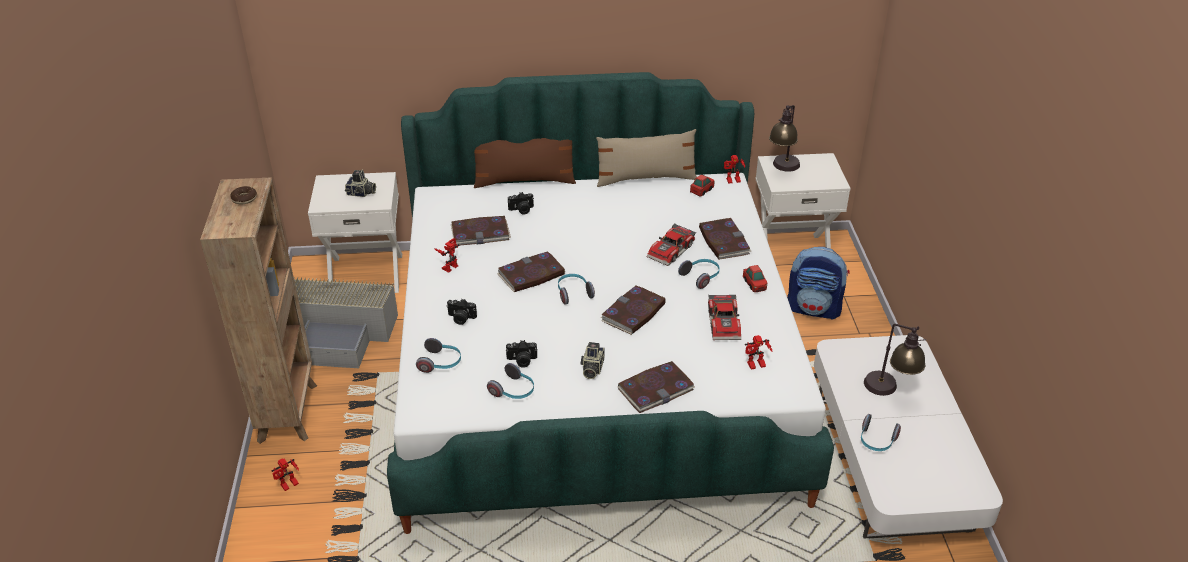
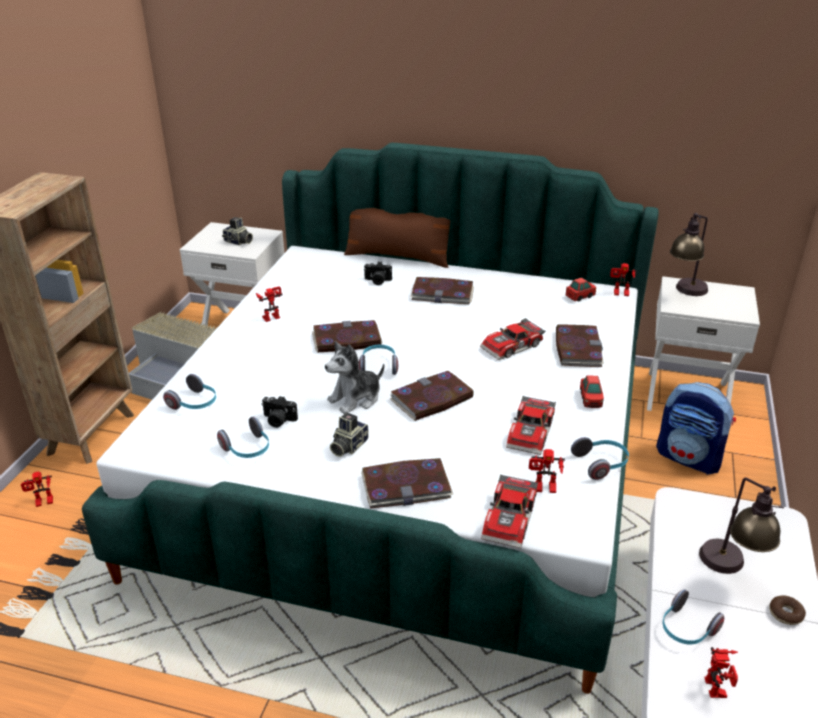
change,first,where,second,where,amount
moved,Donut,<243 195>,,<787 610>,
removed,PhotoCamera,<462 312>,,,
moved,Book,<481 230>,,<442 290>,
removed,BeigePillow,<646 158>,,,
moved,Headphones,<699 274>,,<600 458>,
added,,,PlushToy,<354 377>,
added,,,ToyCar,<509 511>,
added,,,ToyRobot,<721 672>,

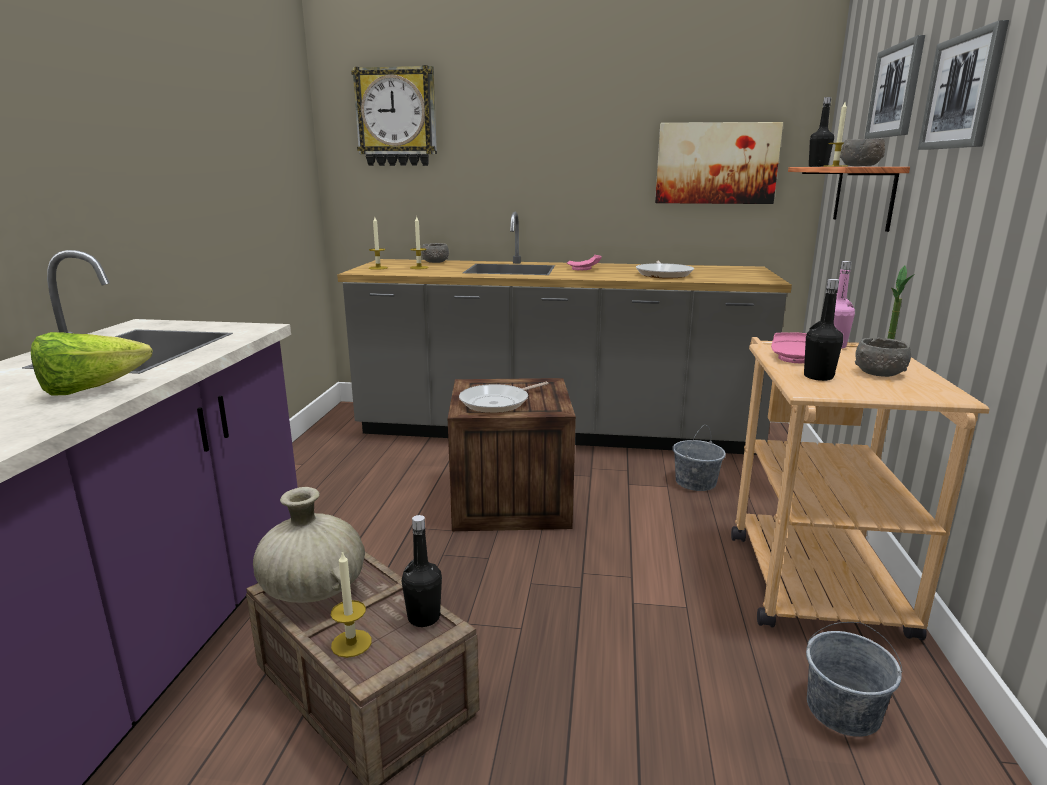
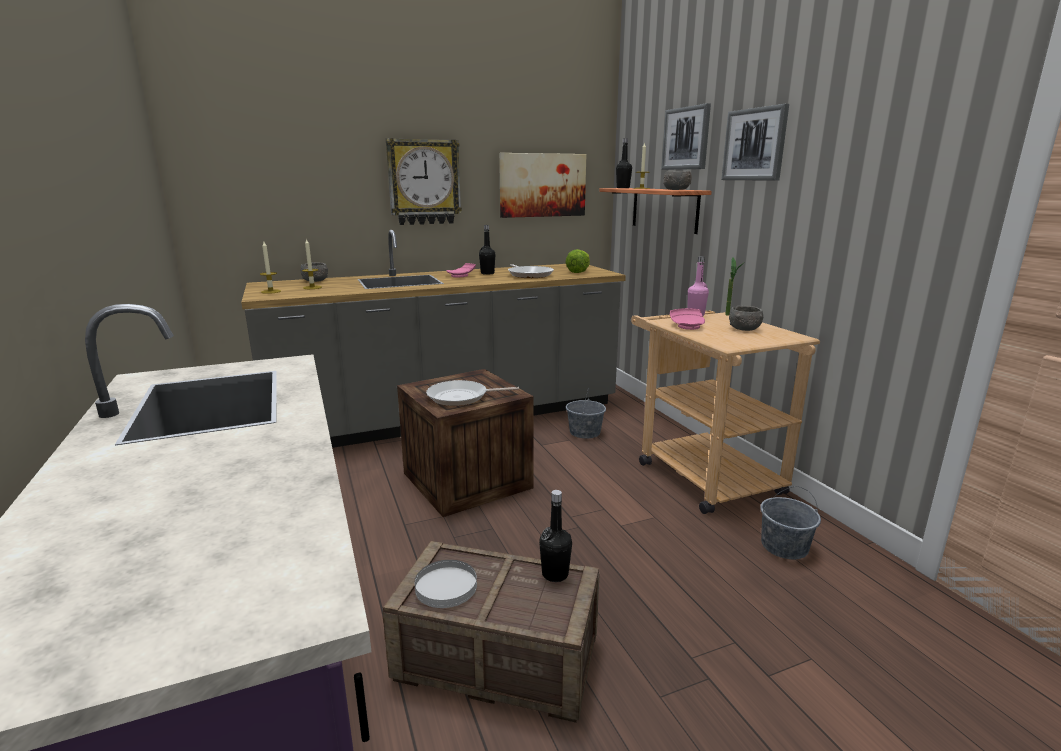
change,first,where,second,where,amount
moved,Lettuce,<92 364>,,<577 261>,
replaced,BeigeVase,<309 545>,WhitePlate,<446 584>,
removed,Candle,<351 604>,,,
moved,WallClock,<394 115>,,<424 181>,
turned,FryingPan,<503 397>,,<472 393>,60 degrees clockwise
moved,BlackBottle,<823 330>,,<487 250>,

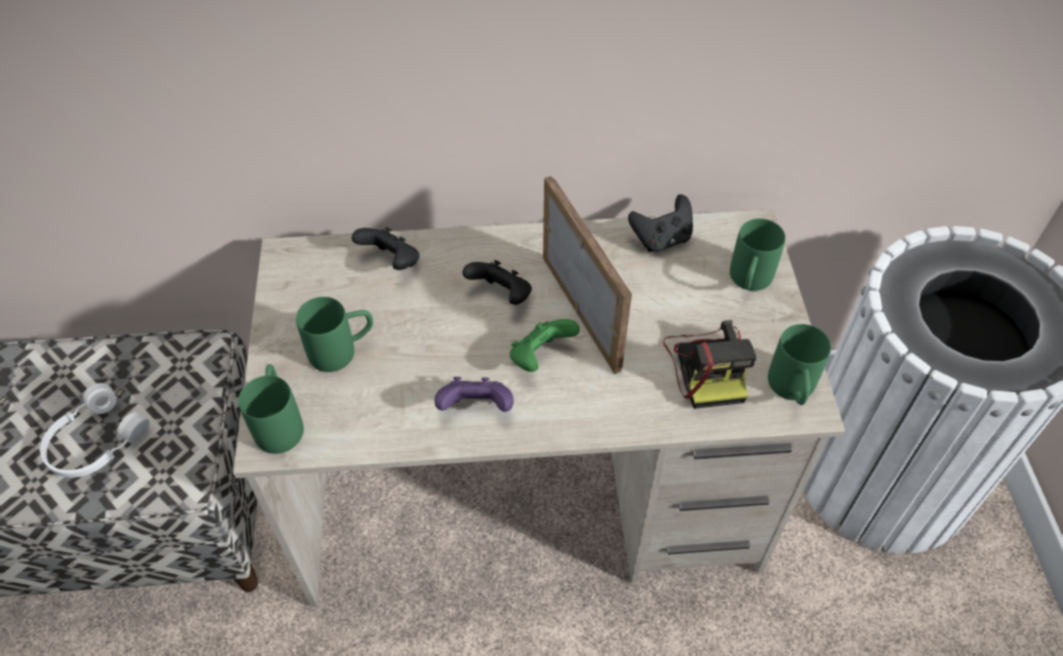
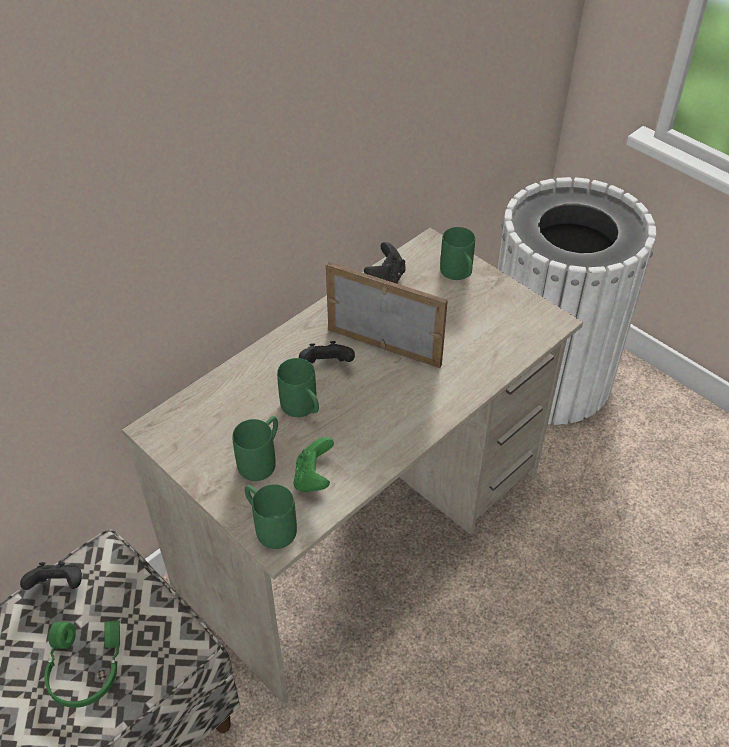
change,first,where,second,where,amount
recoloured,WhiteHeadphones,<95 430>,GreenHeadphones,<82 664>,
moved,BlackGameController,<386 248>,,<51 576>,
removed,PurpleGameController,<474 394>,,,
moved,GreenGameController,<545 345>,,<313 465>,
removed,PhotoCamera,<710 364>,,,
moved,GreenMug,<799 364>,,<298 387>,

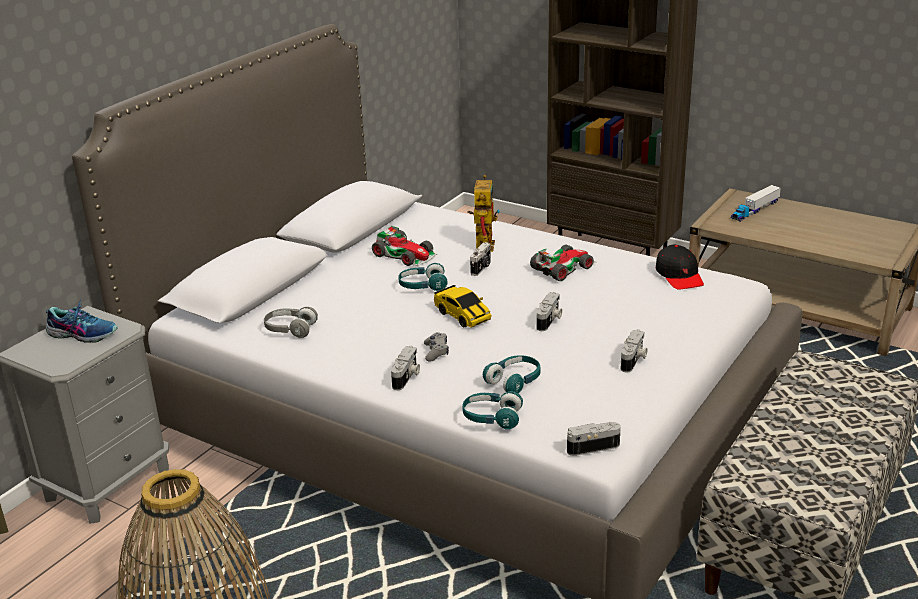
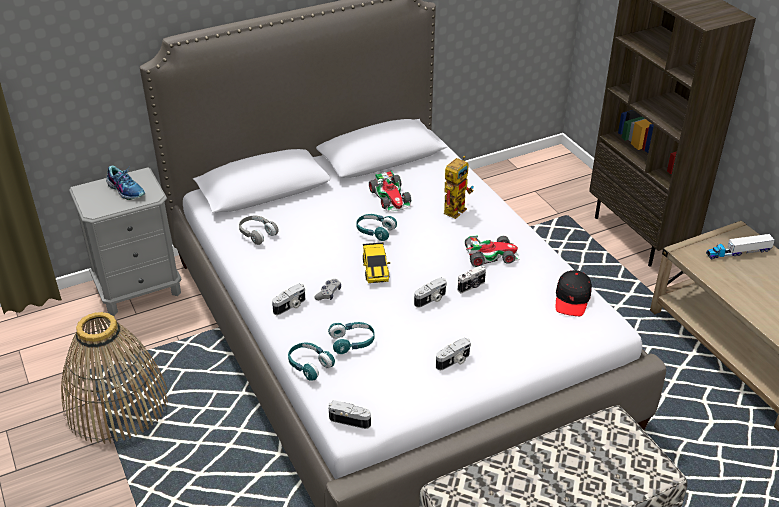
change,first,where,second,where,amount
moved,PhotoCamera,<480 259>,,<472 279>,

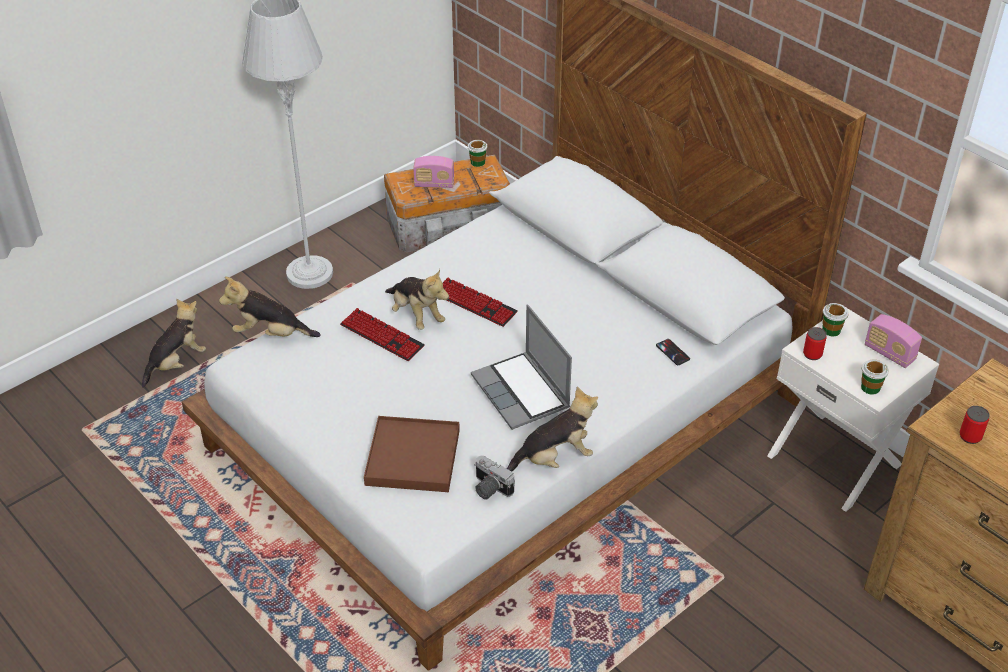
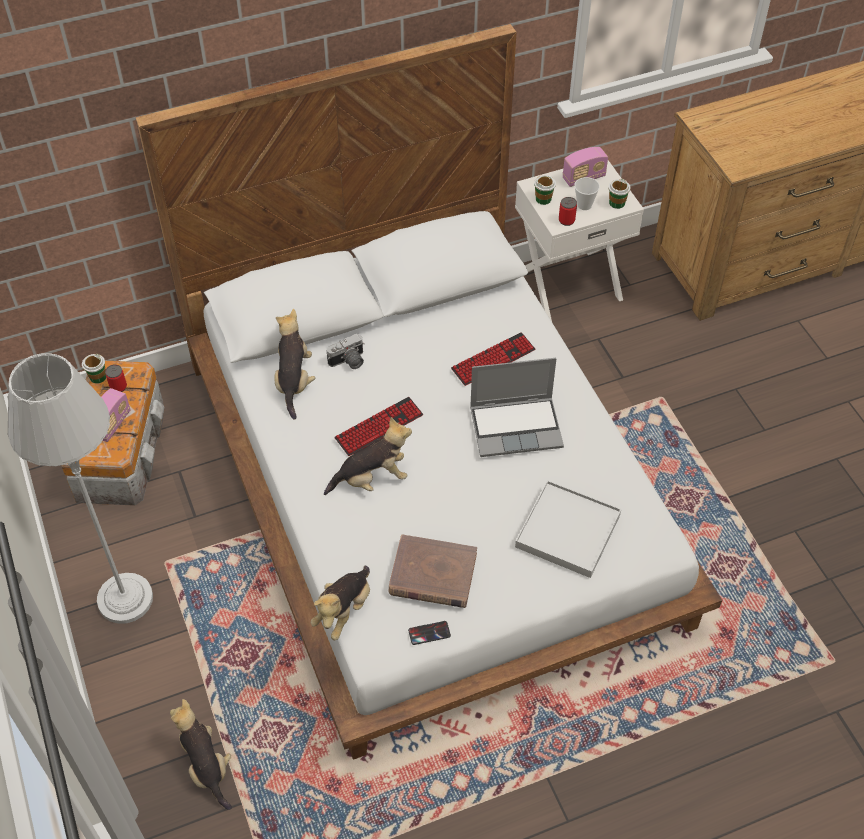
change,first,where,second,where,amount
moved,Keyboard,<382 334>,,<493 359>,
recoloured,BrownTray,<412 454>,WhiteTray,<568 529>,
moved,PhotoCamera,<494 478>,,<346 351>,
moved,PlushToy,<552 429>,,<294 364>,
moved,Phone,<673 352>,,<429 633>,
moved,Can,<975 425>,,<116 378>,
added,,,BrownBook,<433 571>,
added,,,Cup,<587 193>,

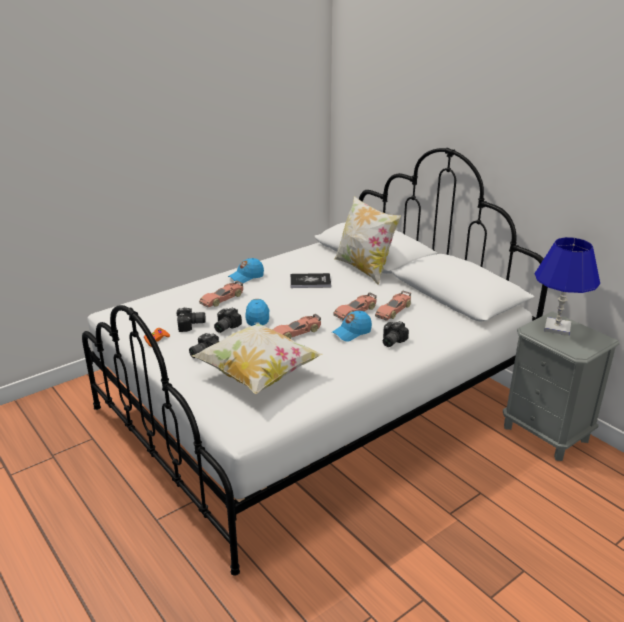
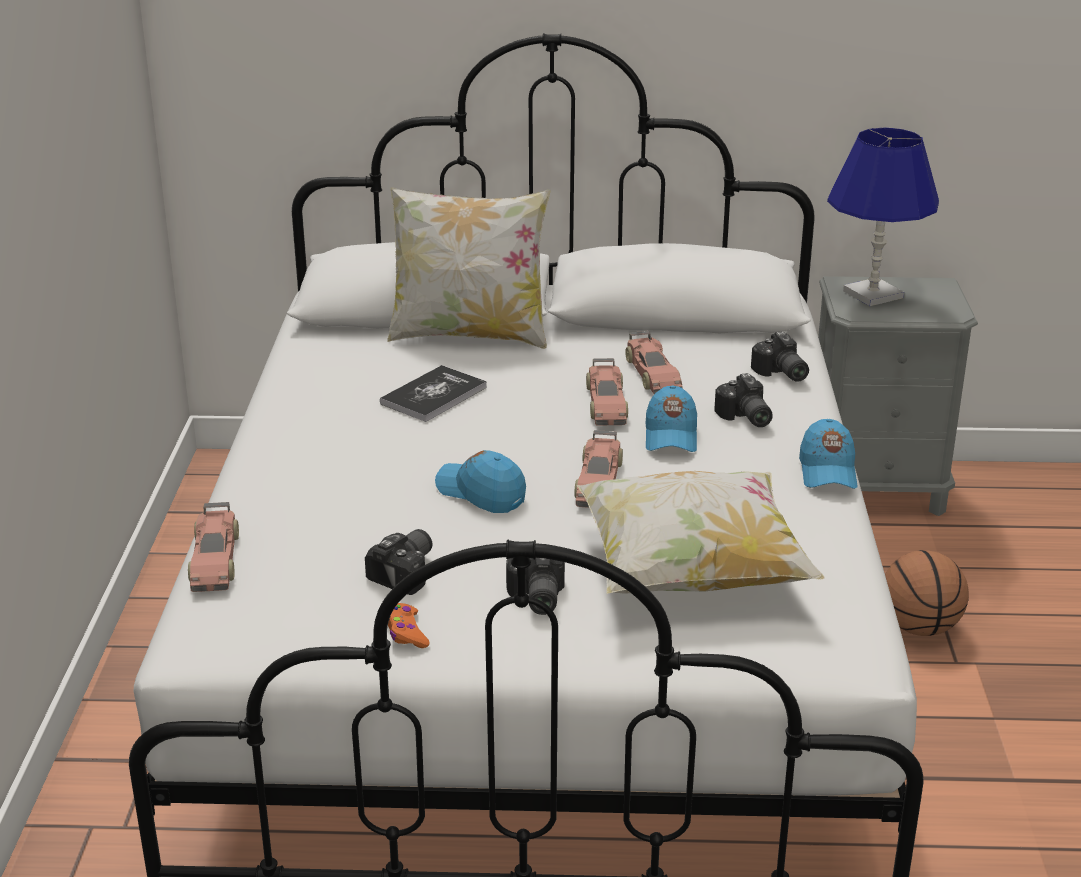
change,first,where,second,where,amount
moved,ToyCar,<221 294>,,<213 547>,
moved,PhotoCamera,<228 320>,,<780 356>,
moved,BlueCap,<246 270>,,<828 454>,
added,,,Basketball,<927 593>,

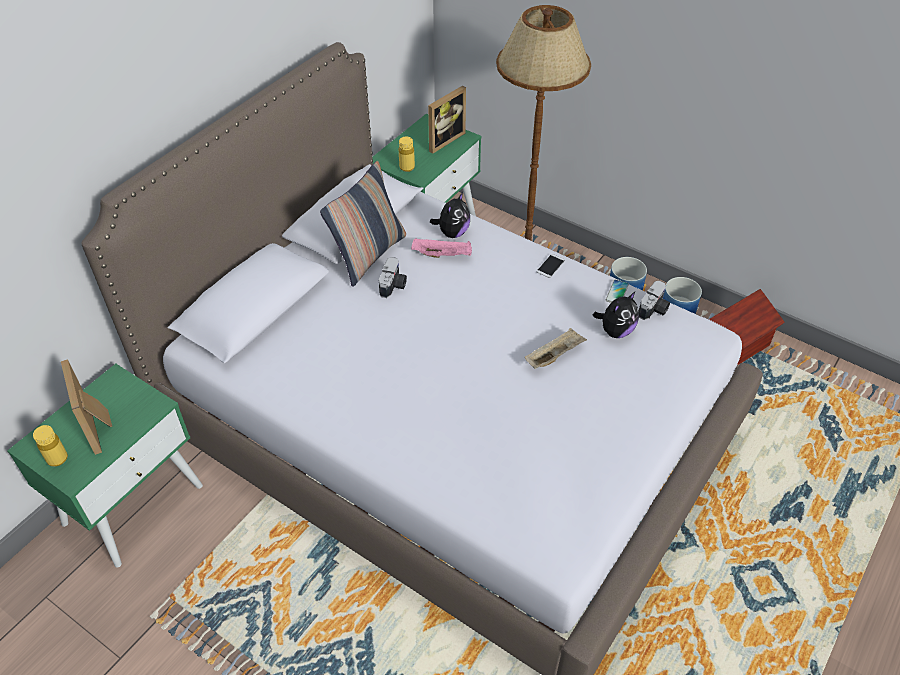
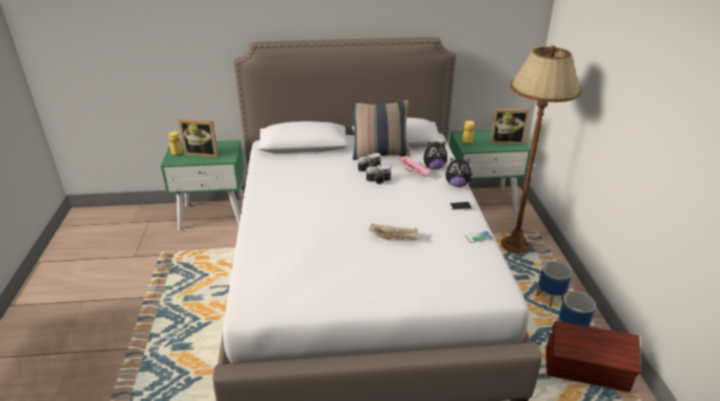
change,first,where,second,where,amount
turned,PictureFrame,<86 407>,,<198 138>,105 degrees counterclockwise
moved,PlushToy,<616 315>,,<459 172>,
moved,PhotoCamera,<654 300>,,<378 174>,

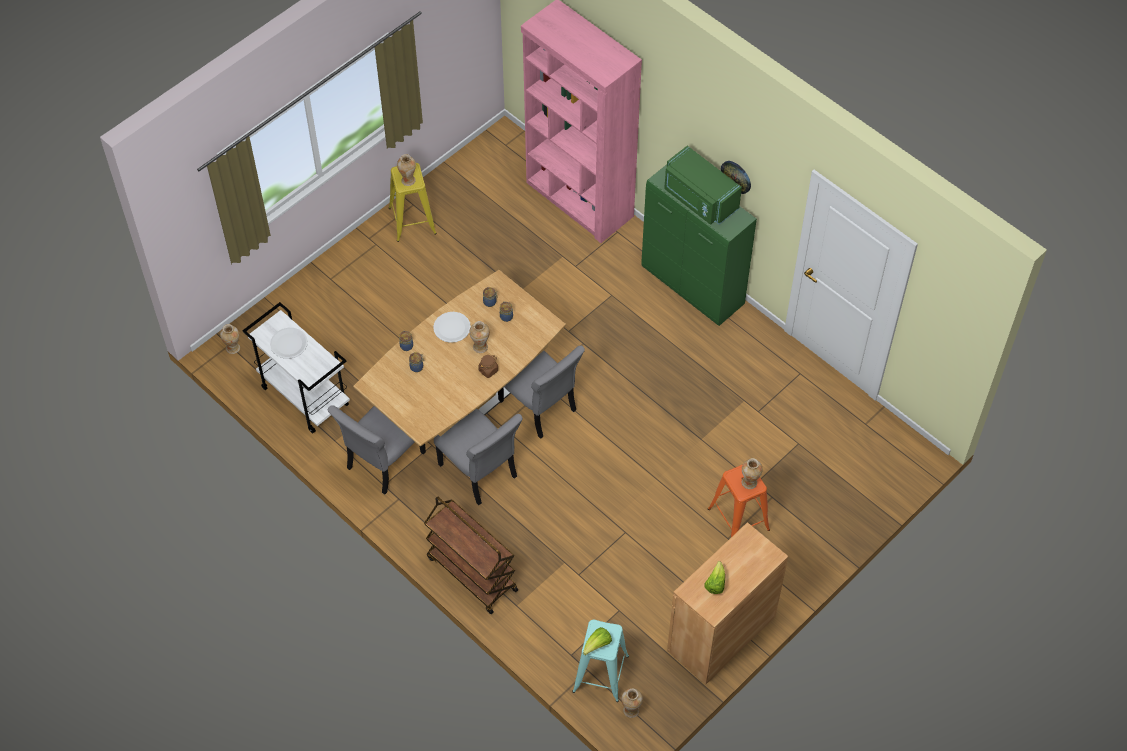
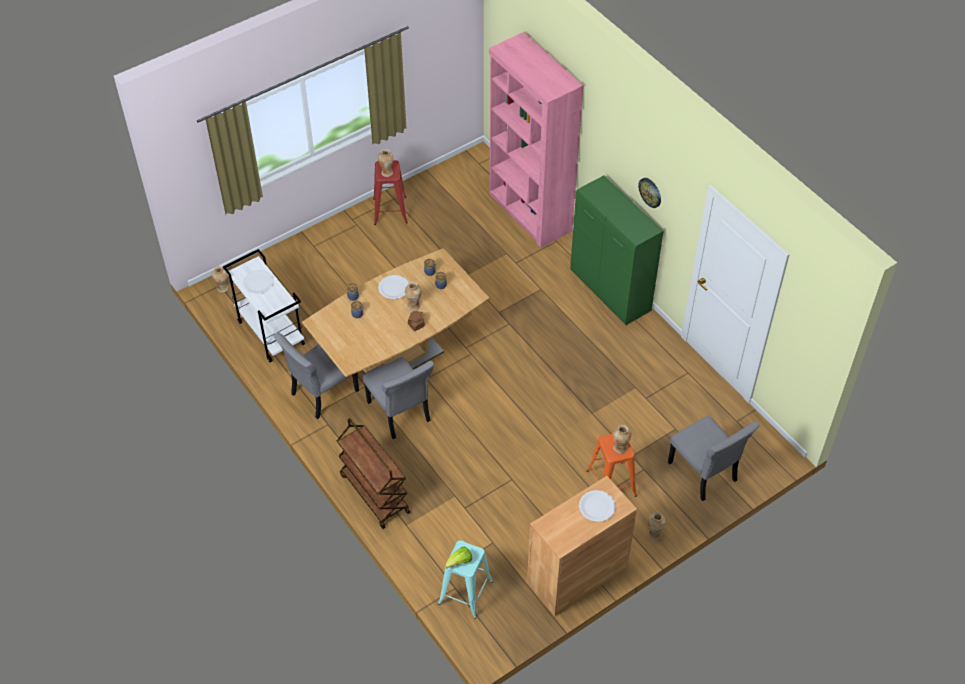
change,first,where,second,where,amount
recoloured,YellowStool,<413 202>,RedStool,<390 192>,
moved,GreyChair,<541 392>,,<713 458>,
moved,Vase,<632 703>,,<657 526>,
removed,GreenMicrowave,<703 185>,,,
removed,Lettuce,<715 577>,,,
added,,,WhitePlate,<597 506>,

